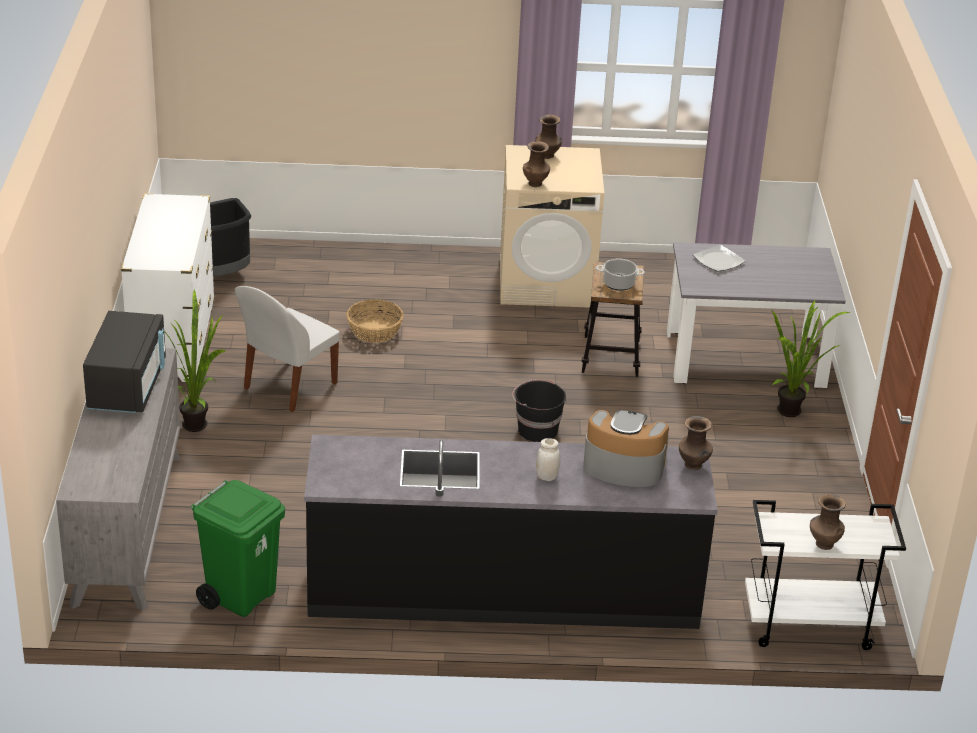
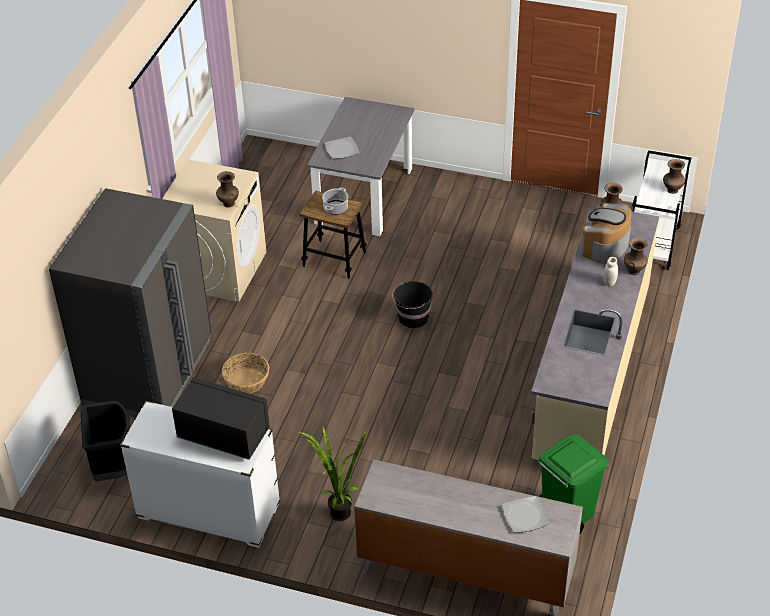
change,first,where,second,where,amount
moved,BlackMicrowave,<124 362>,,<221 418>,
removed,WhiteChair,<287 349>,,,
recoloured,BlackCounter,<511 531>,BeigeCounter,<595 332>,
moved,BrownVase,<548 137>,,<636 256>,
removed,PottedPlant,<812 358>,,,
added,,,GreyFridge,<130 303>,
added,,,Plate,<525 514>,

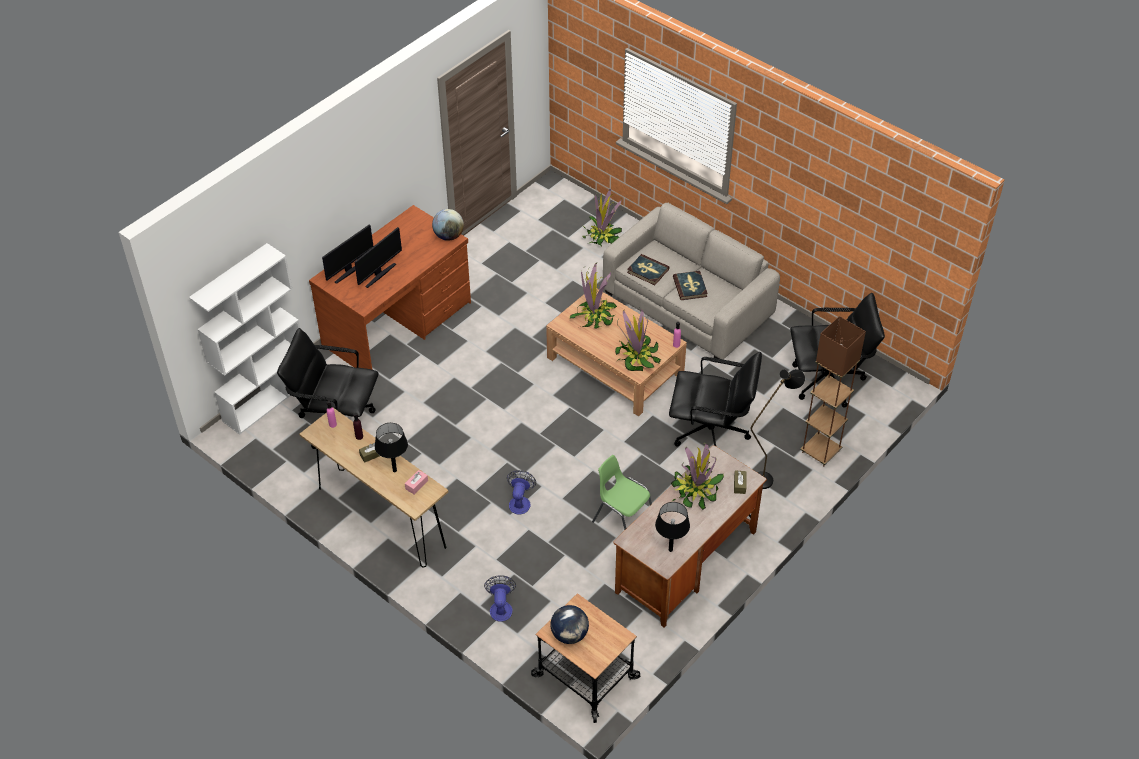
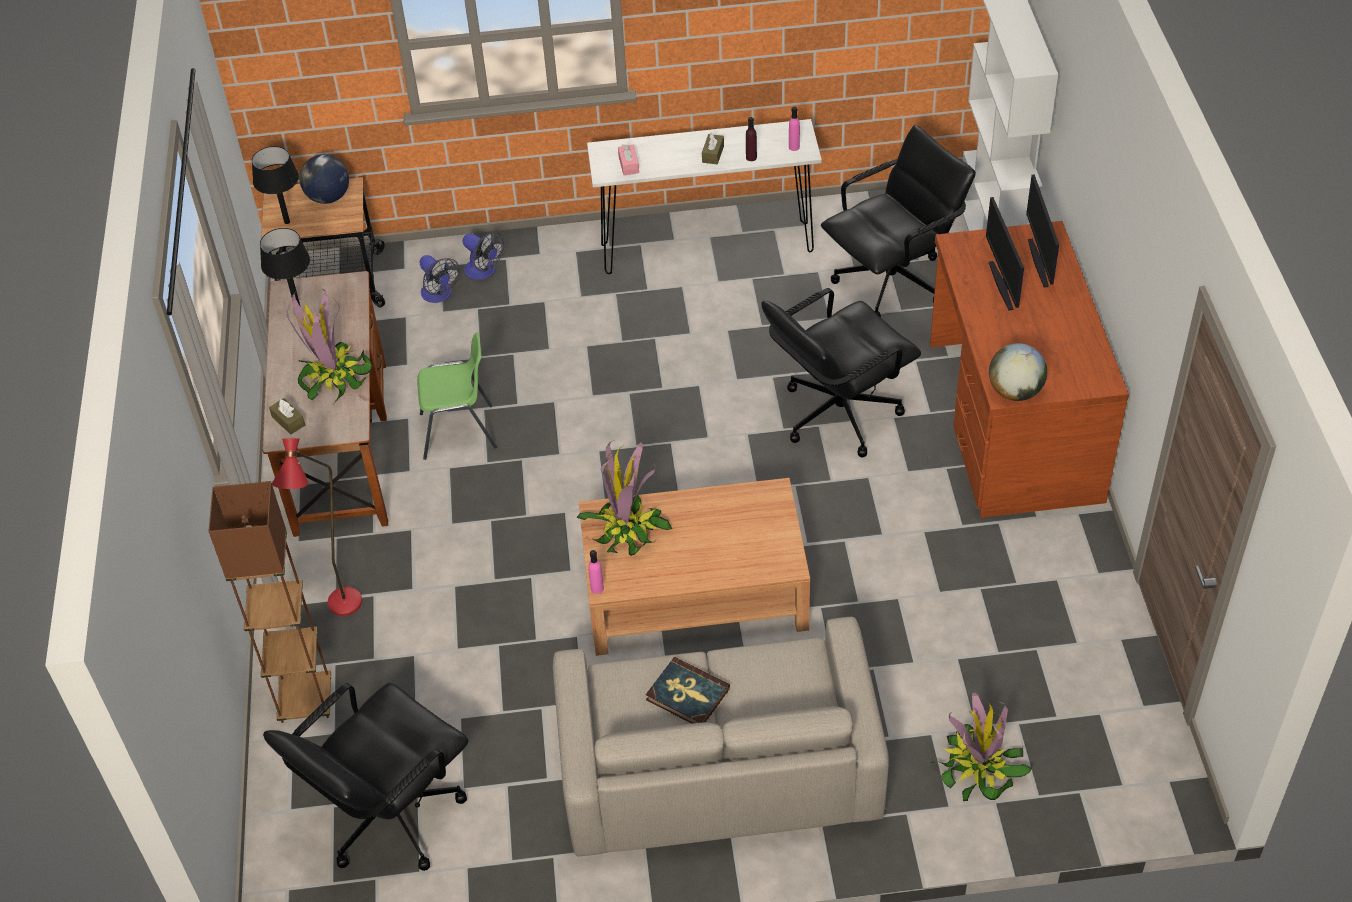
change,first,where,second,where,amount
recoloured,BrownConsoleTable,<374 487>,WhiteConsoleTable,<704 196>,
moved,BlackTableLamp,<391 447>,,<275 185>,
moved,Fan,<521 492>,,<440 279>,
removed,PottedPlant,<593 296>,,,
removed,Book,<648 269>,,,
moved,BlackOfficeChair,<715 399>,,<841 372>,
recoloured,BlackFloorLamp,<778 429>,RedFloorLamp,<317 527>,

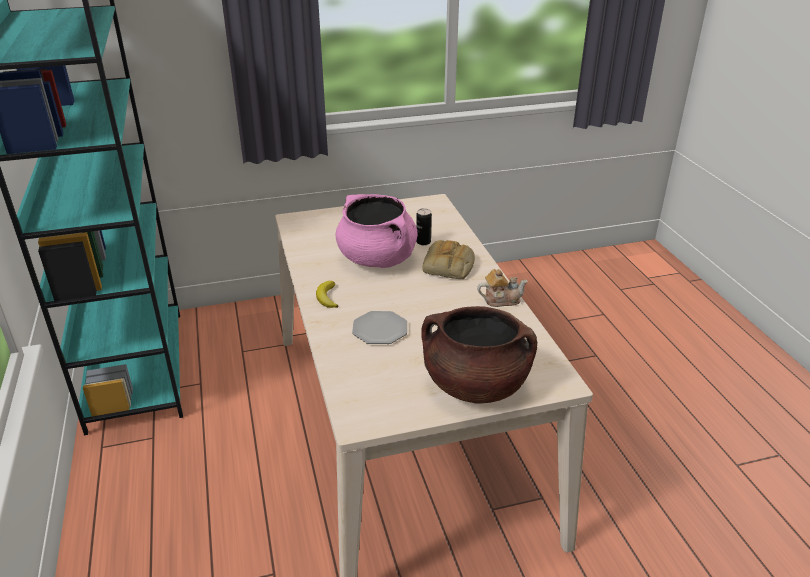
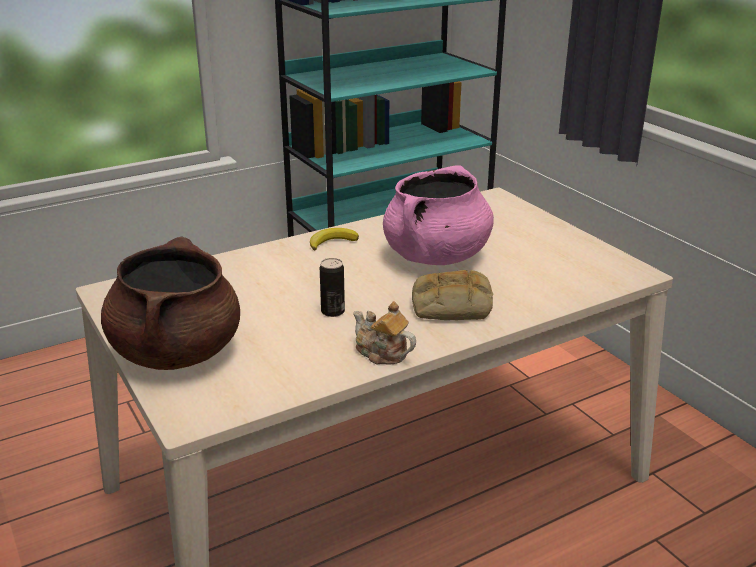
change,first,where,second,where,amount
removed,Plate,<379 327>,,,
moved,Can,<424 226>,,<332 287>,
turned,Teapot,<502 288>,,<384 333>,150 degrees clockwise

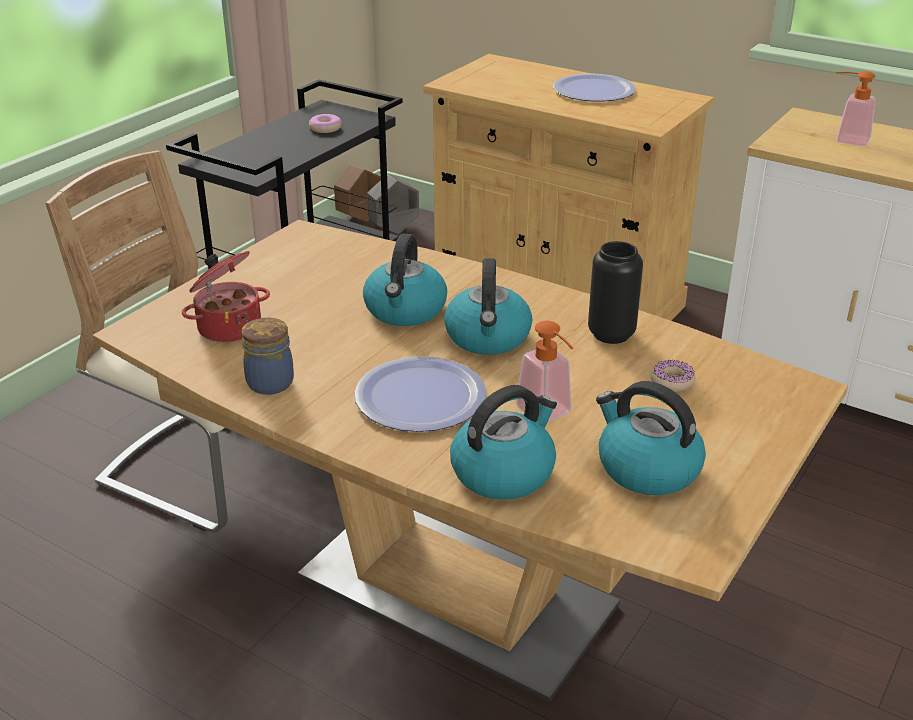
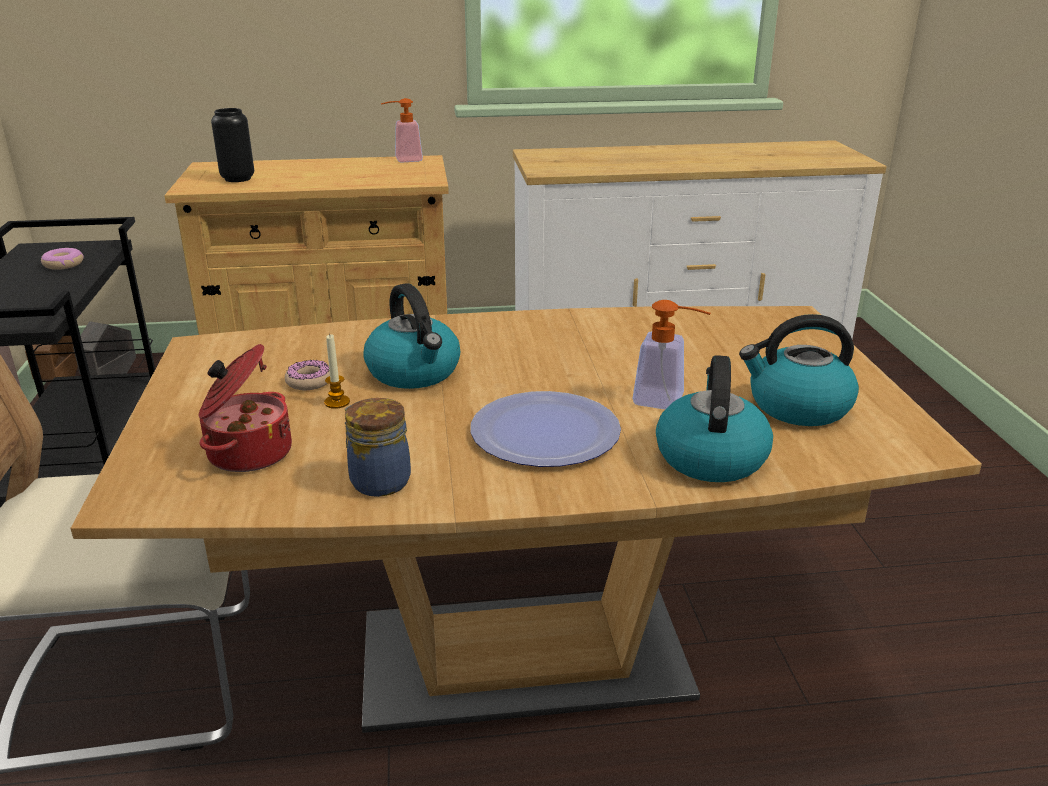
change,first,where,second,where,amount
removed,Kettle,<488 306>,,,
removed,Plate,<594 88>,,,
moved,BlackVase,<615 292>,,<232 145>,
moved,Donut,<672 375>,,<307 375>,
moved,SoapDispenser,<856 108>,,<402 130>,
added,,,Candle,<337 371>,

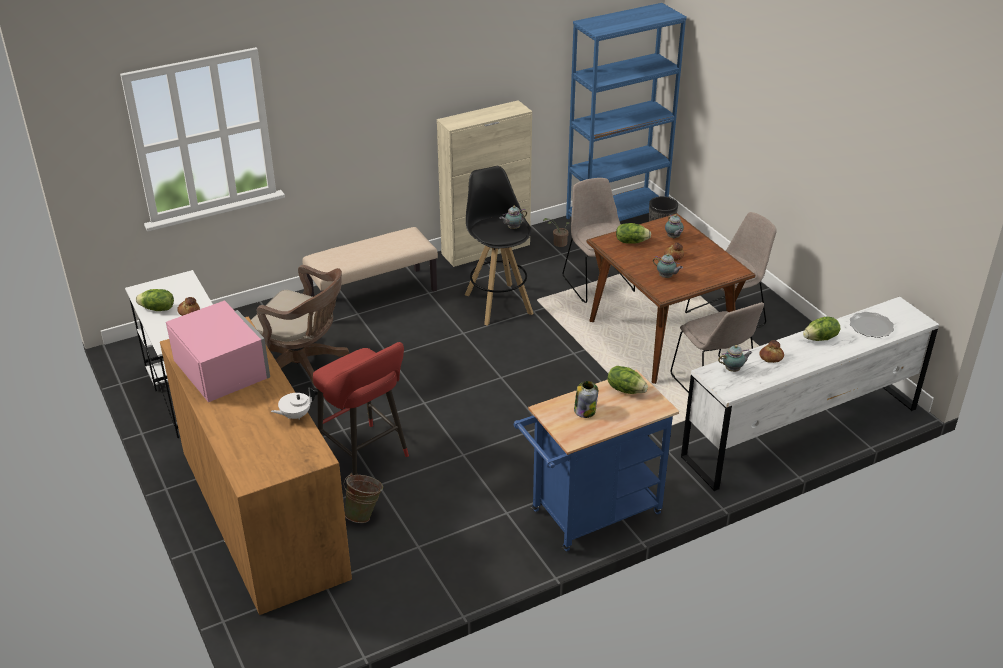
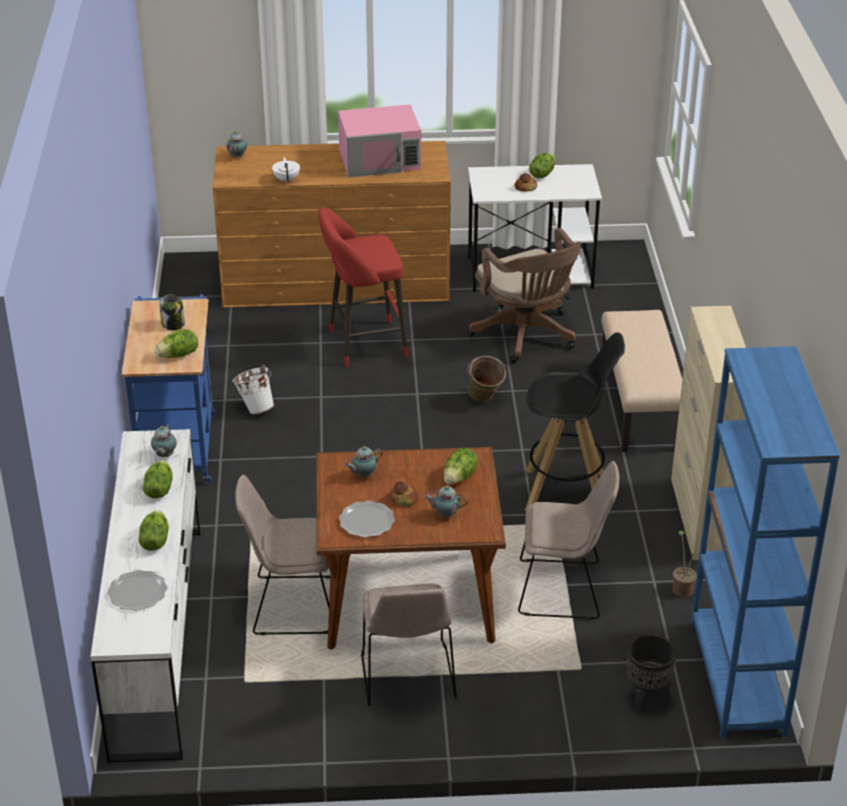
change,first,where,second,where,amount
turned,BrownOfficeChair,<300 330>,,<524 295>,75 degrees counterclockwise
moved,GreenBucket,<363 498>,,<486 379>,
moved,Teapot,<513 217>,,<236 144>,
replaced,Bread,<771 351>,Lettuce,<158 479>,
added,,,WhiteBucket,<253 389>,
added,,,Plate,<367 519>,

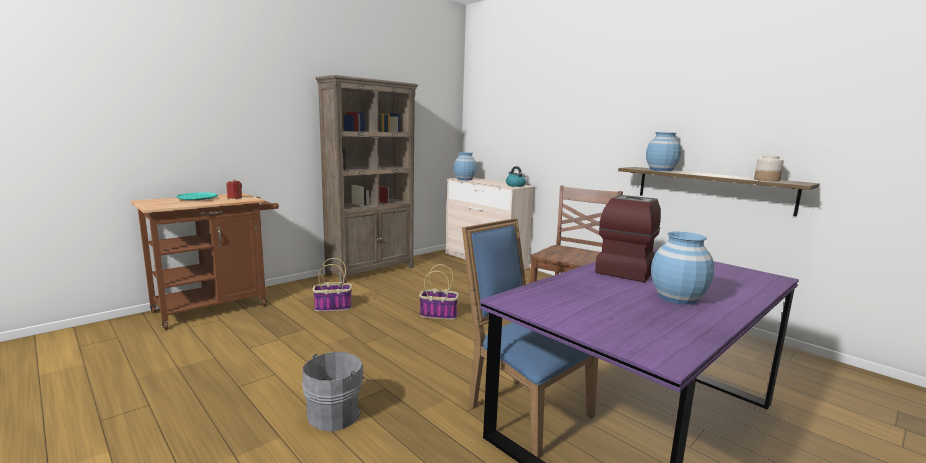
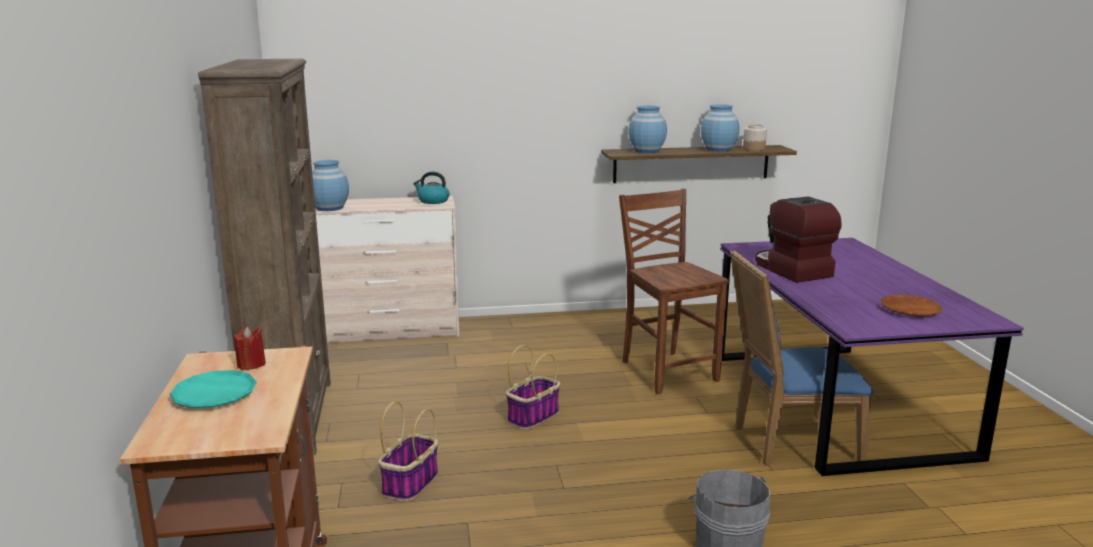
change,first,where,second,where,amount
moved,BlueVase,<682 268>,,<720 127>,
added,,,BrownPlate,<911 305>,

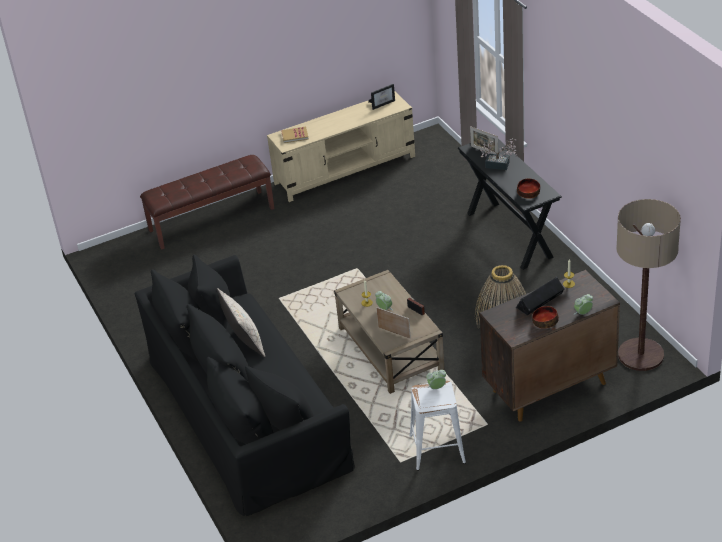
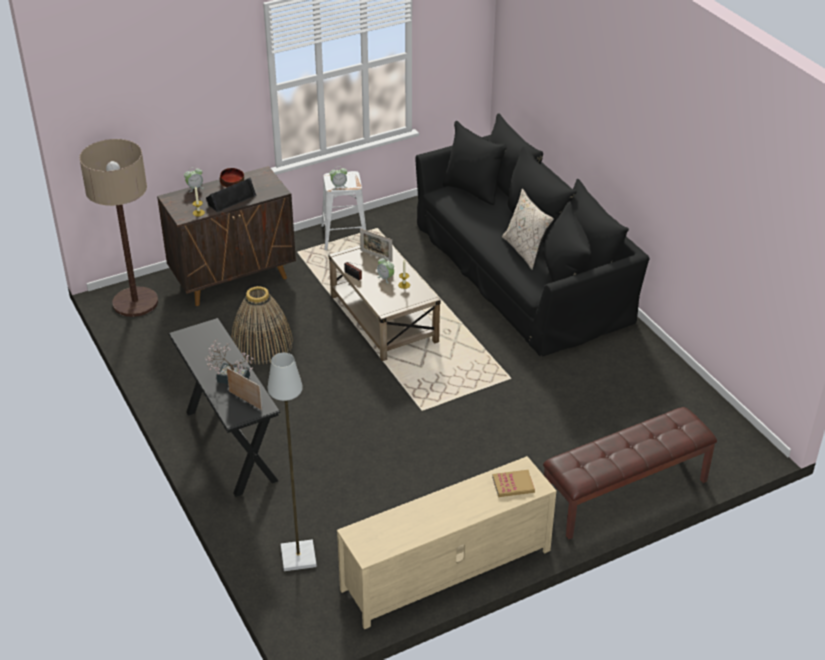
change,first,where,second,where,amount
removed,PictureFrame,<381 97>,,,
removed,Bowl,<528 188>,,,
added,,,GreyFloorLamp,<292 462>,

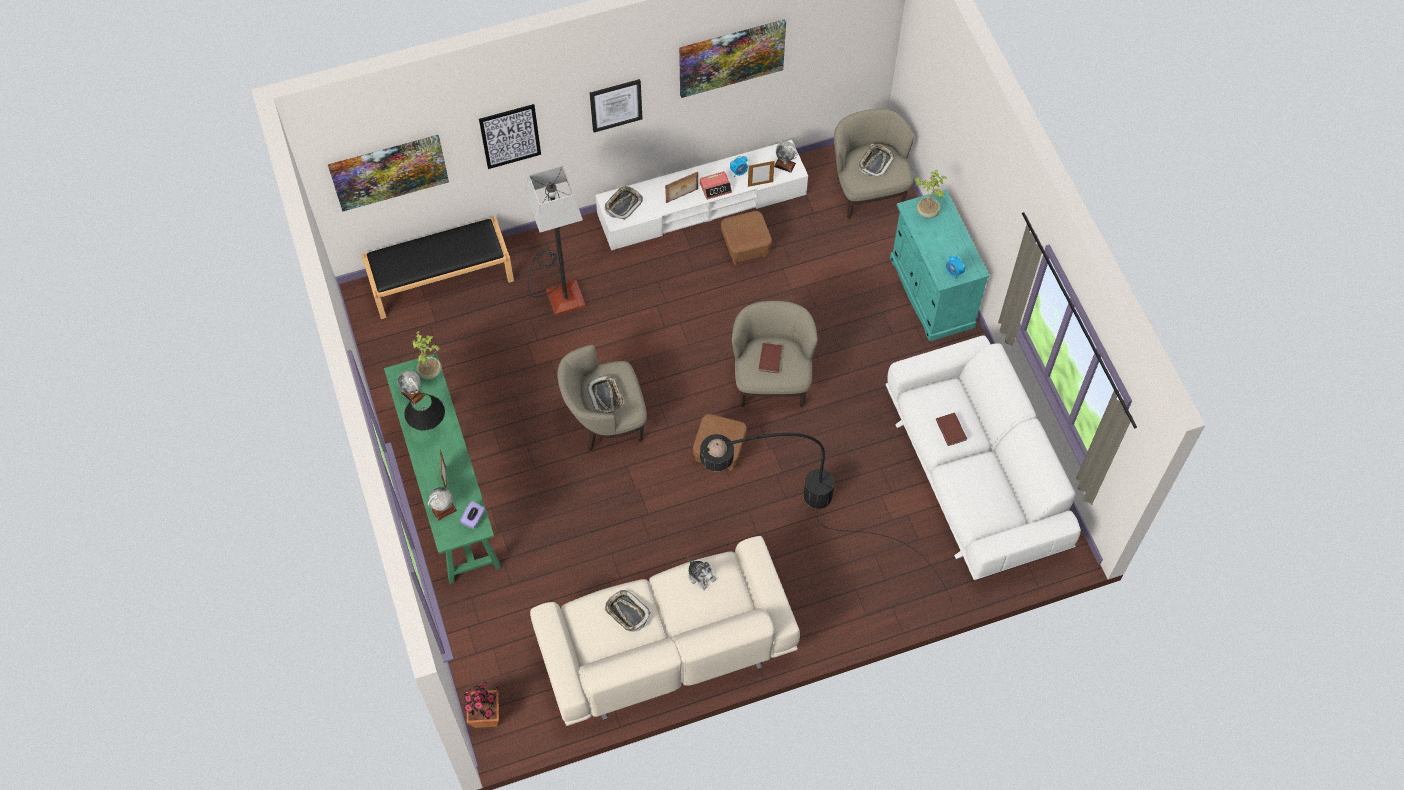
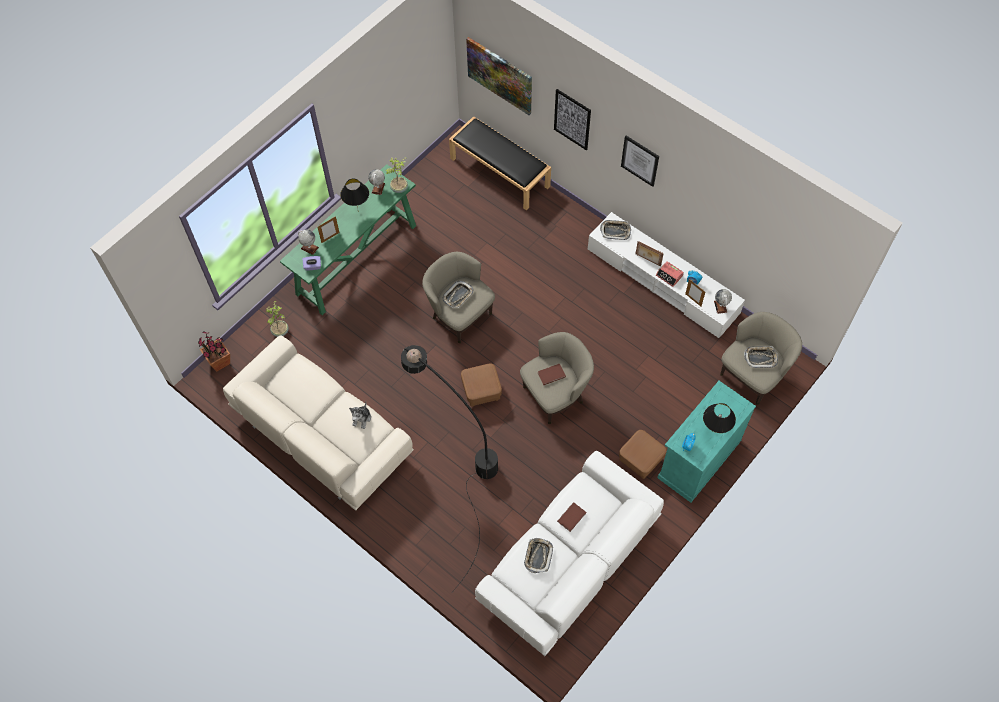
change,first,where,second,where,amount
removed,FloorLamp,<555 241>,,,
moved,Tray,<627 611>,,<538 555>,
removed,Picture,<732 58>,,,
moved,BrownOttoman,<746 238>,,<643 454>,
moved,PottedPlant,<930 194>,,<277 319>,
added,,,BlackTableLamp,<719 418>,

